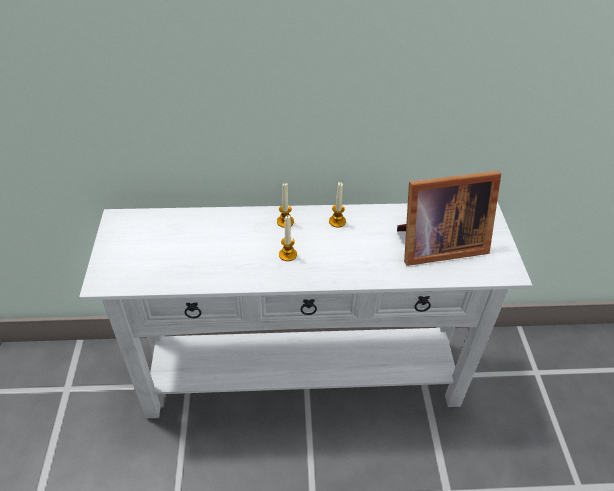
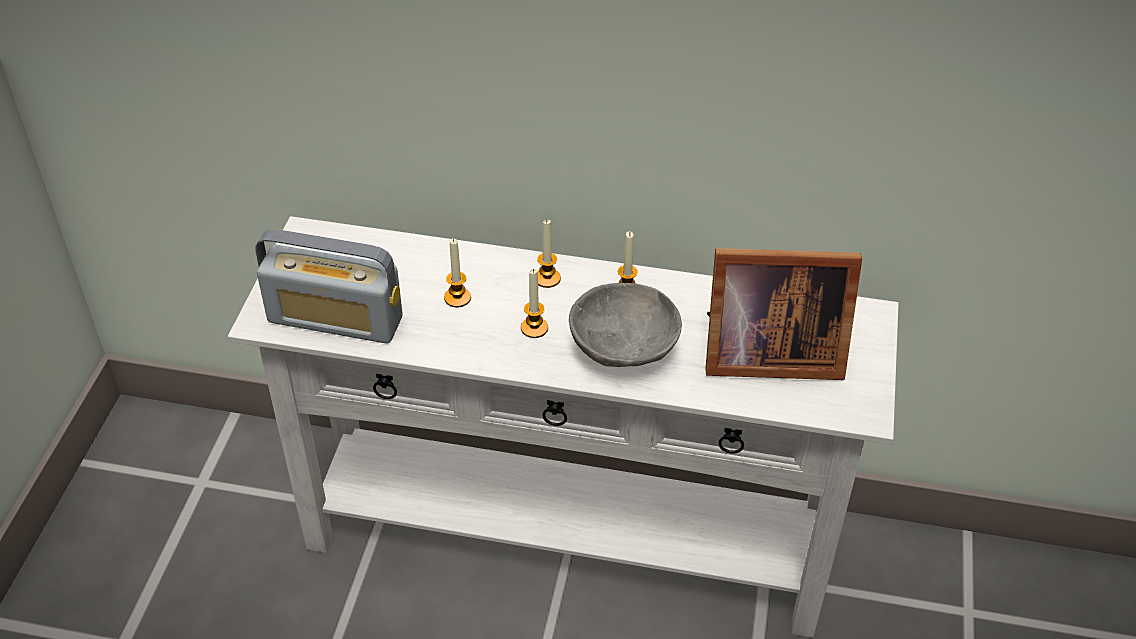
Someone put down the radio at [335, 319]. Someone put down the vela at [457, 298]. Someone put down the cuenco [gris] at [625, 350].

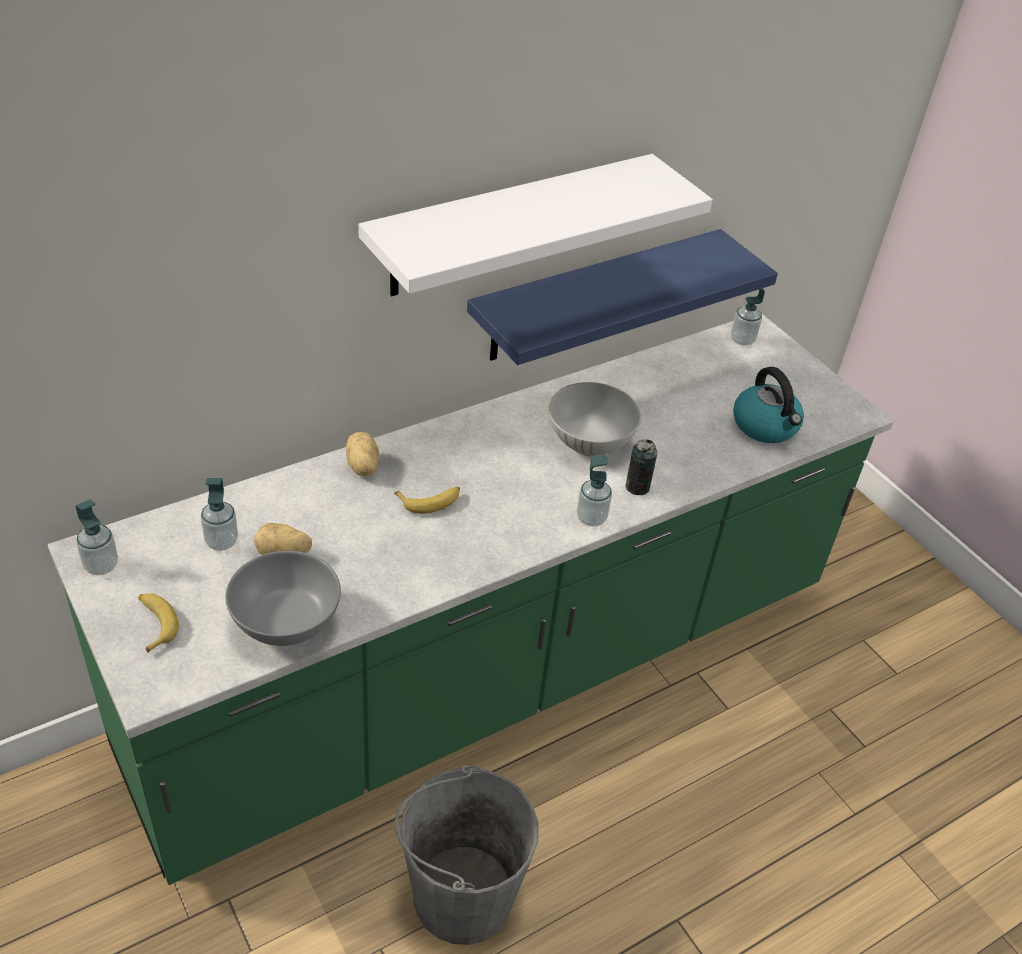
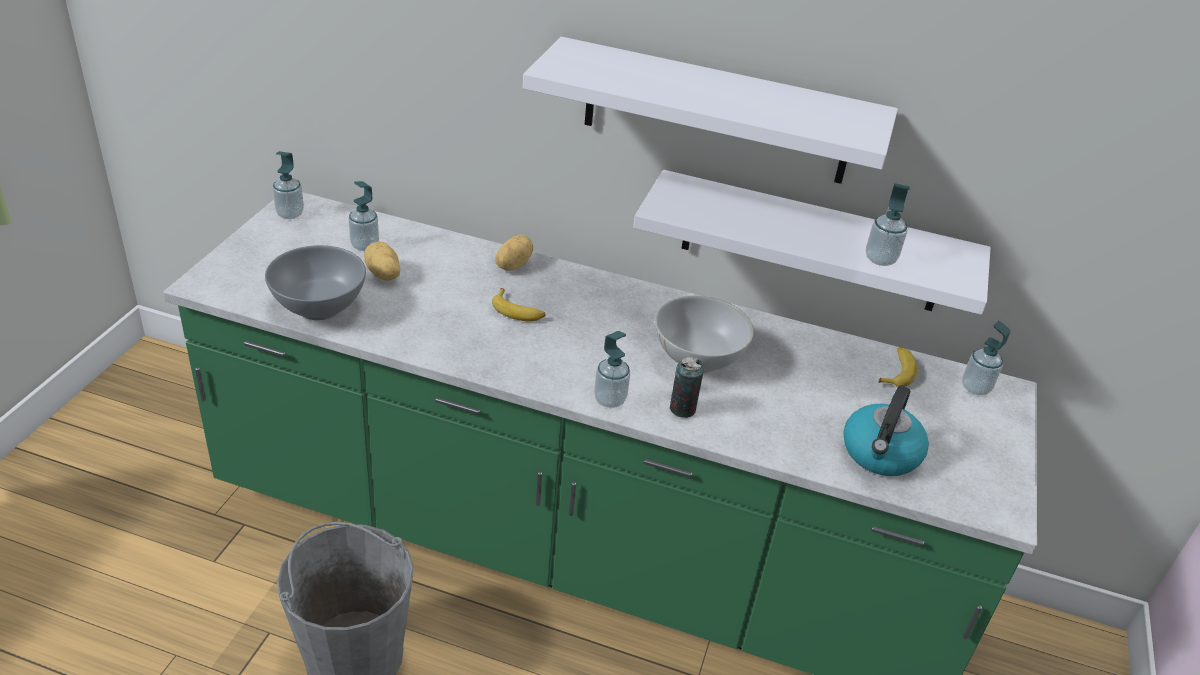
Someone carried the plátano from [154, 624] to [896, 371]. Someone repainted the estante [azul] at [596, 295], which became the estante [blanco] at [812, 242]. Someone put down the dispensador de jabón at [880, 259].

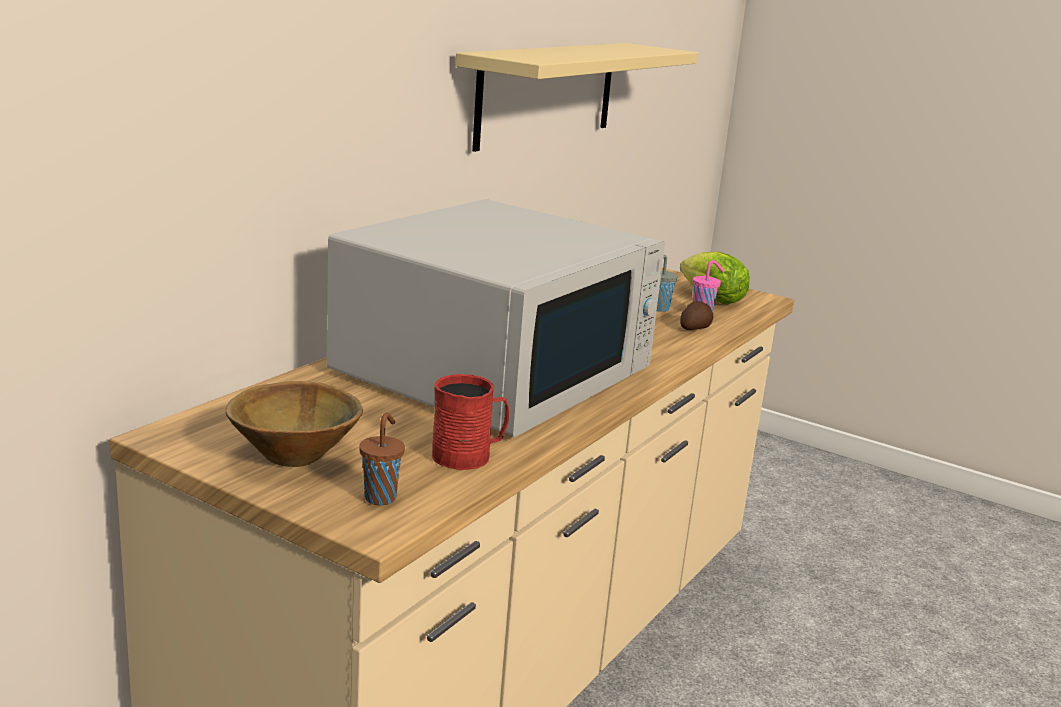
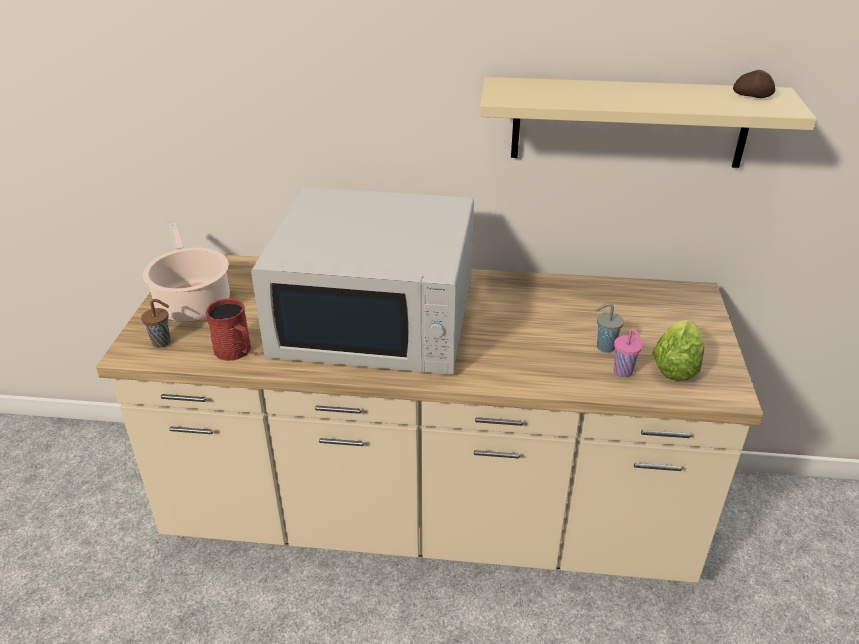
Someone swapped the cuenco [marrón] at [293, 456] for the olla at [193, 302]. Someone carried the patata from [694, 328] to [752, 96].

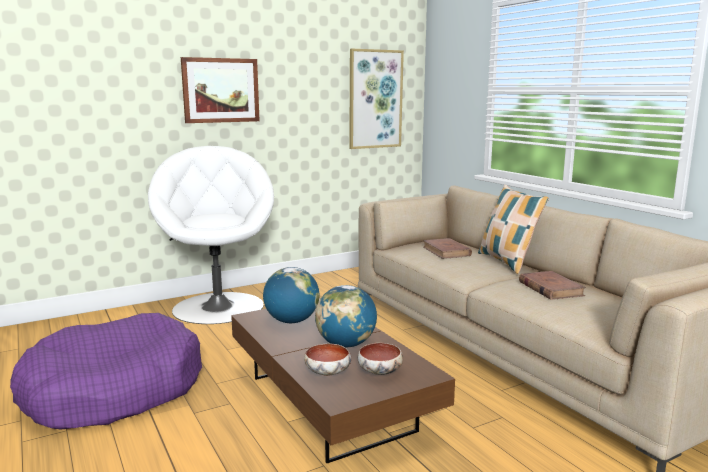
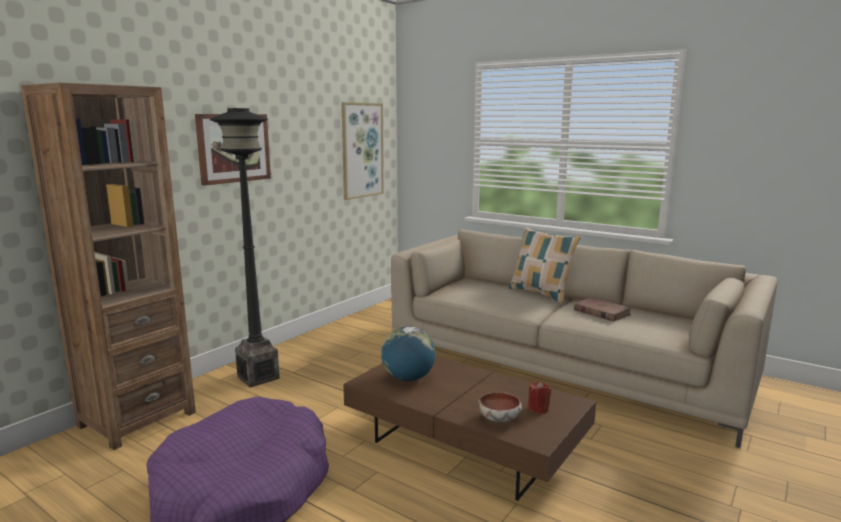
Someone swapped the sillón [blanco] at [219, 306] for the lámpara de pie [negro] at [258, 377]. Someone took away the globo terráqueo at [346, 344]. Someone swapped the cuenco at [380, 372] for the vela [rojo] at [538, 408]. Someone took away the libro [marrón] at [446, 251]. Someone put down the estantería [marrón] at [137, 419].

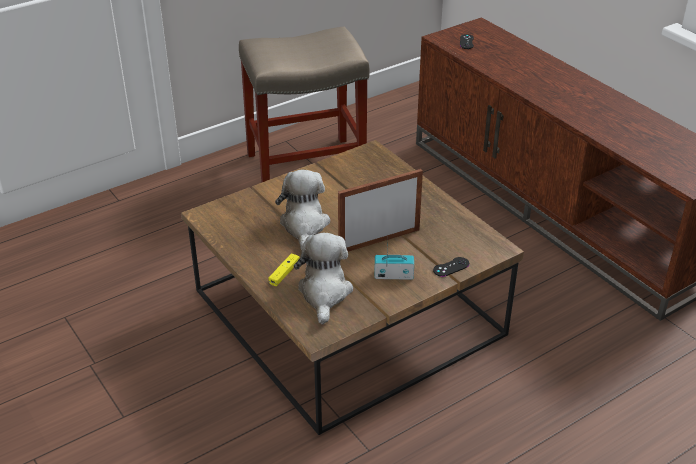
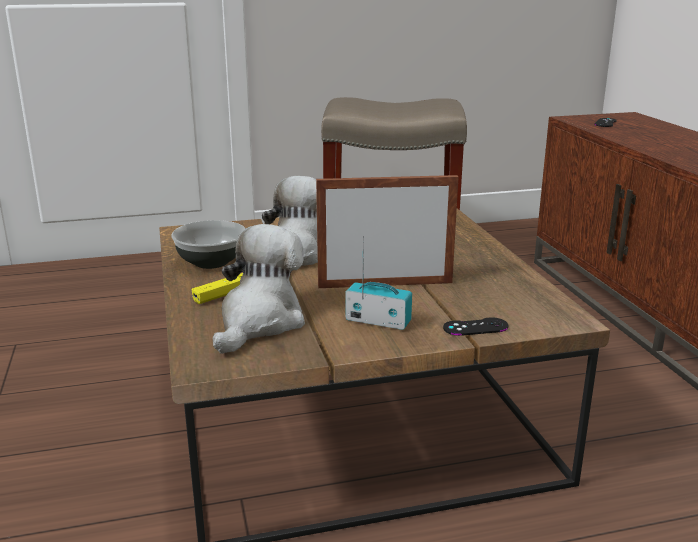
Someone put down the cuenco at [211, 262].

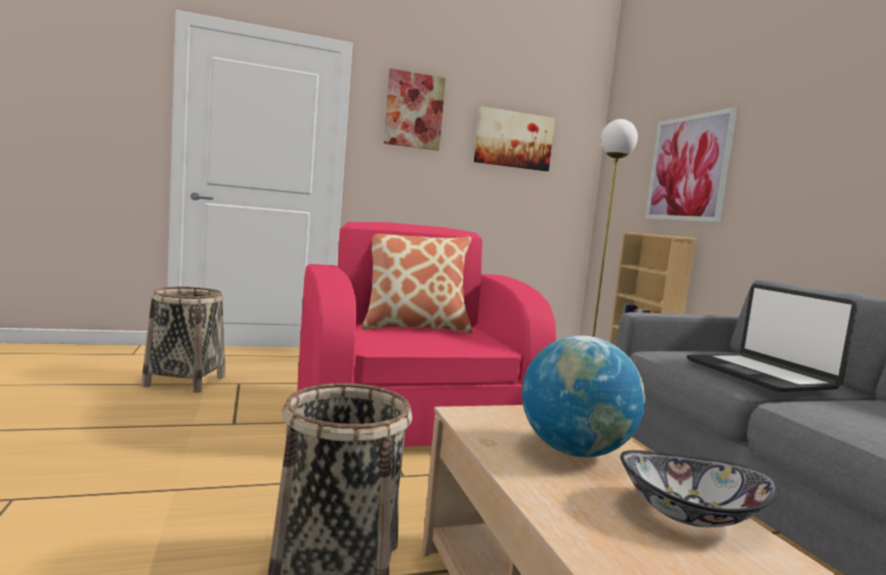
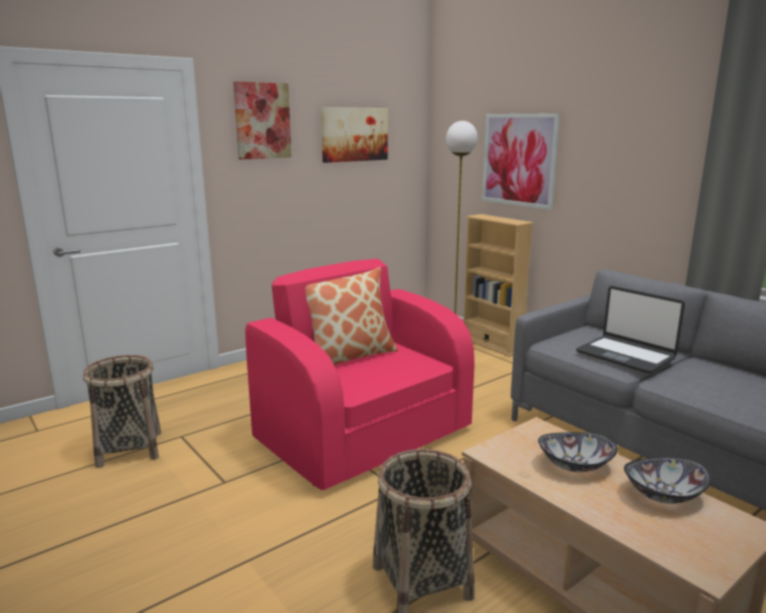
Someone swapped the globo terráqueo at [575, 451] for the cuenco at [574, 465].

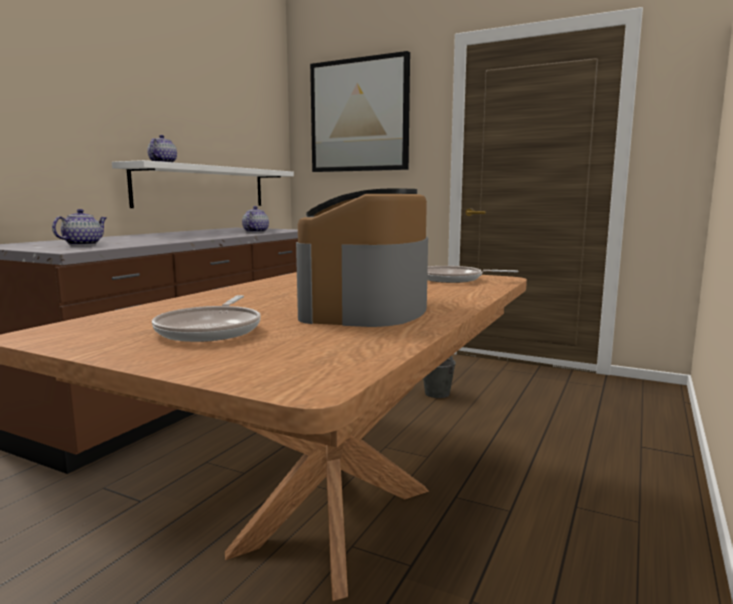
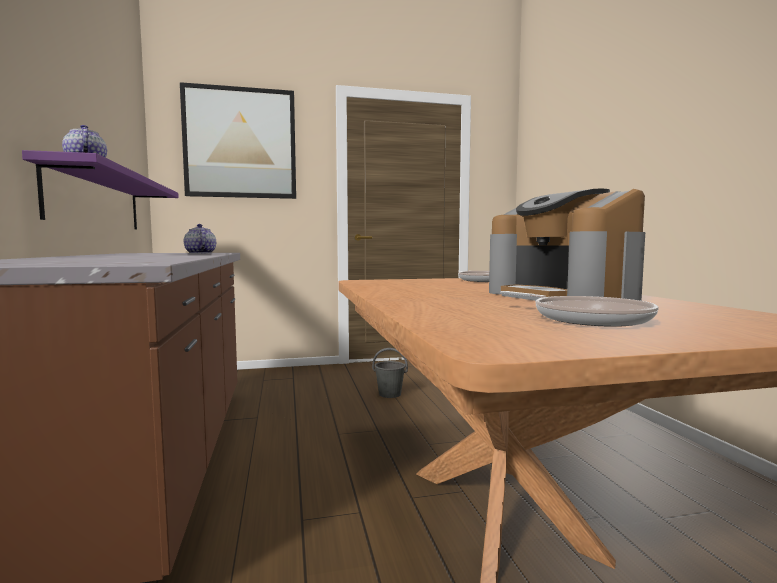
Someone took away the tetera at [83, 244]. Someone repainted the estante [blanco] at [203, 187], which became the estante [morado] at [97, 201].

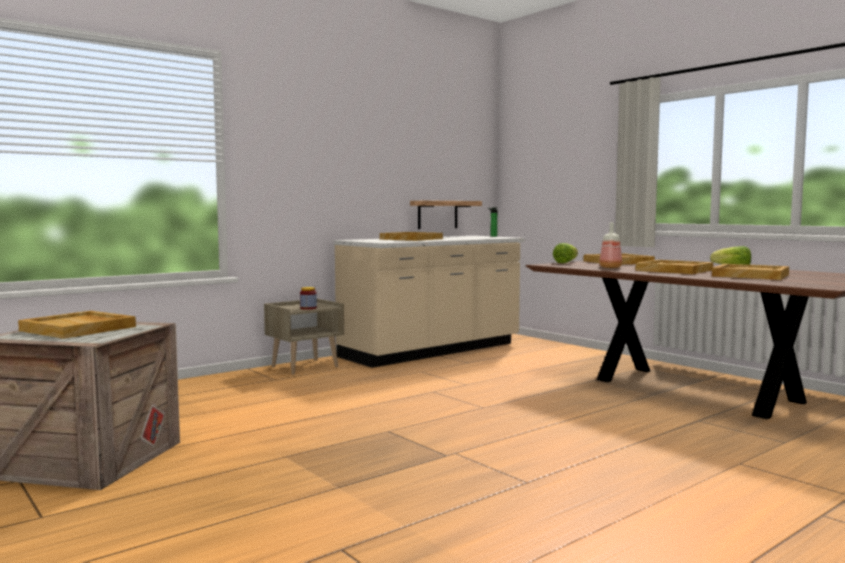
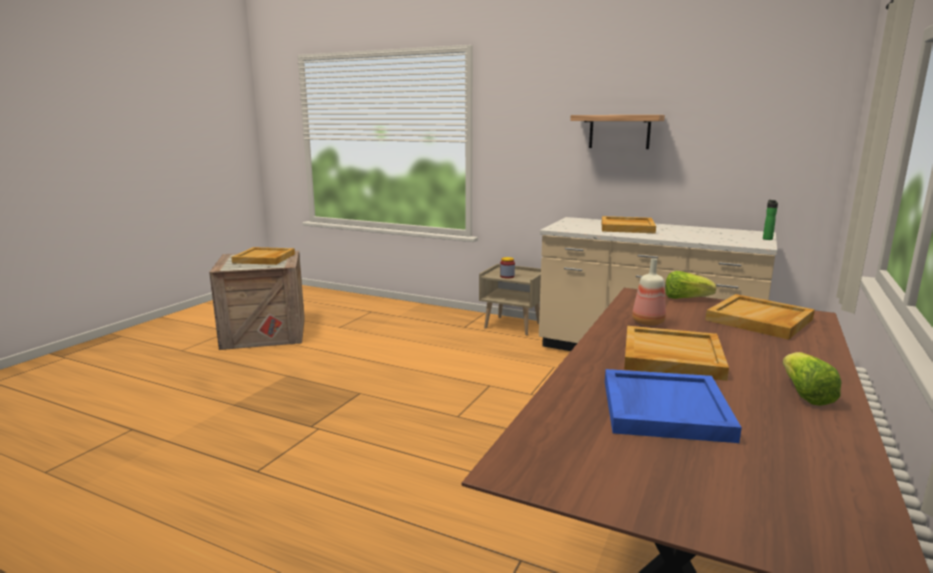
Someone carried the estante from [437, 214] to [619, 131]. Someone repainted the bandeja [beis] at [750, 275], which became the bandeja [azul] at [663, 409].

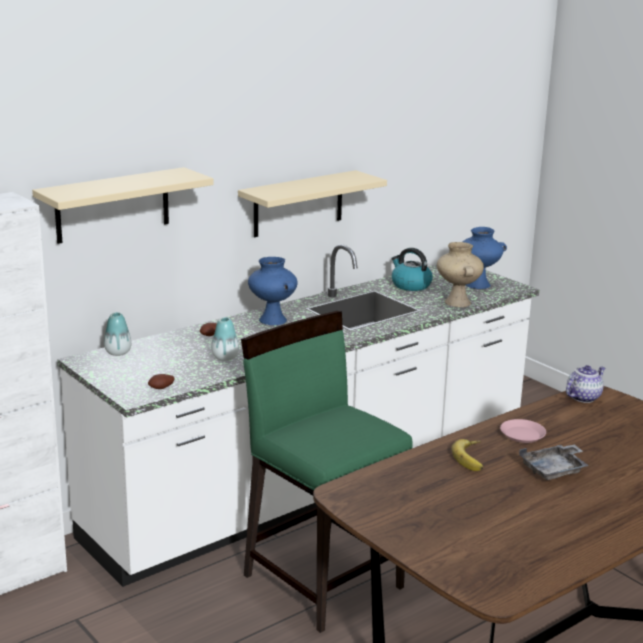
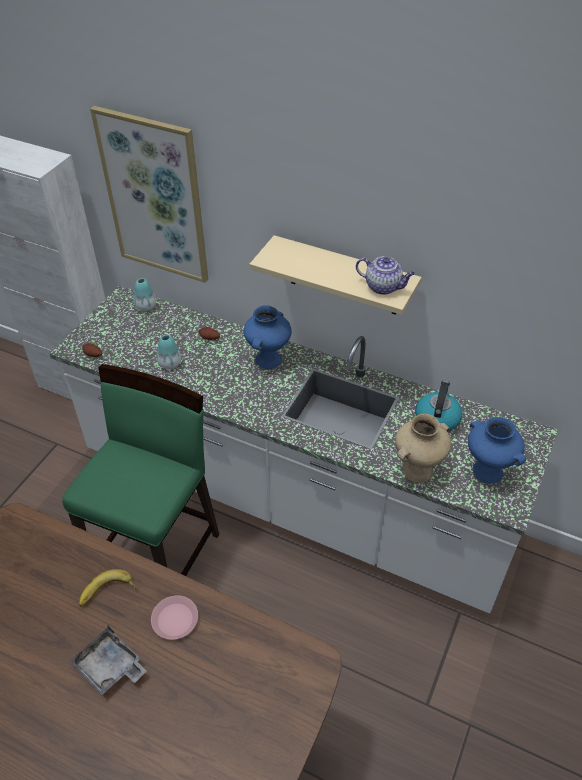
Someone swapped the estante [beis] at [112, 205] for the cuadro at [155, 197]. Someone carried the tetera from [583, 397] to [384, 287].

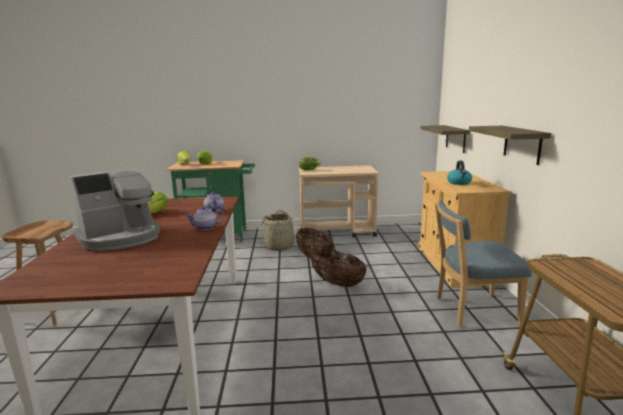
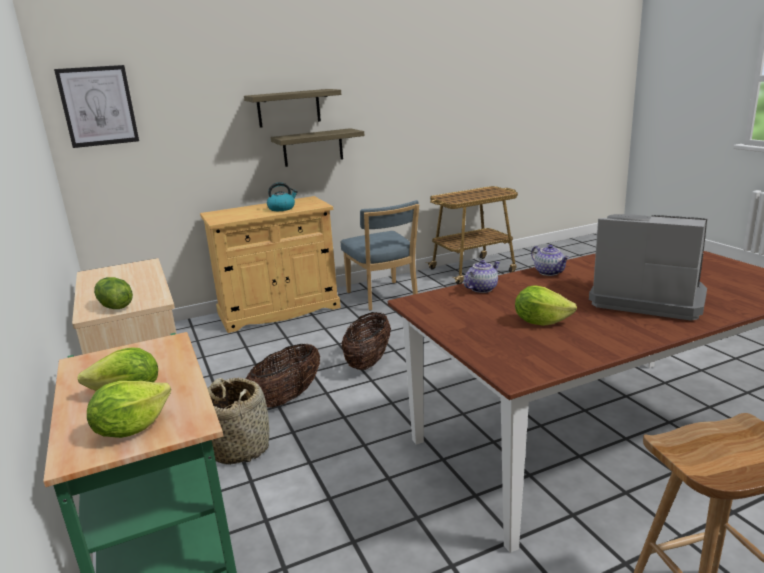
Someone carried the estante from [455, 138] to [288, 108]. Someone put up the cuadro at [98, 106].

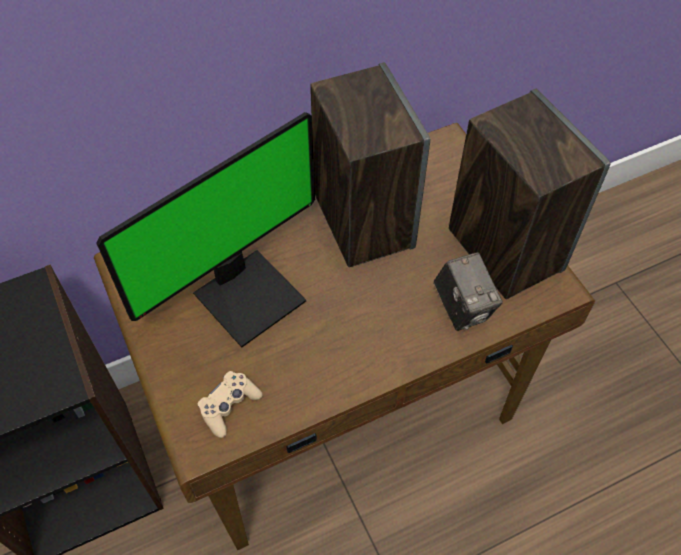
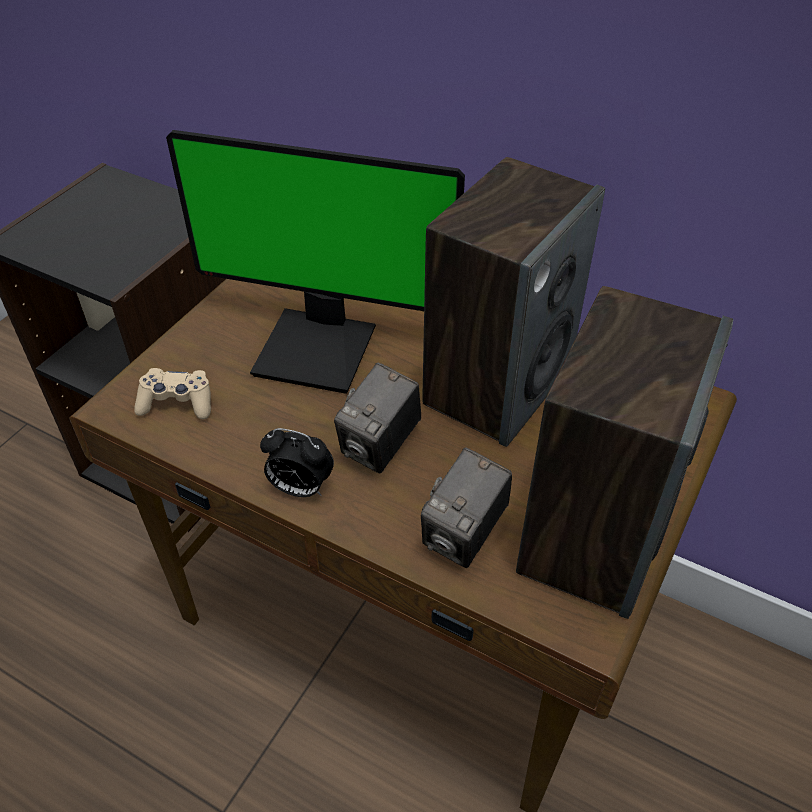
Someone put down the despertador at [299, 488]. Someone put down the cámara at [380, 446].

